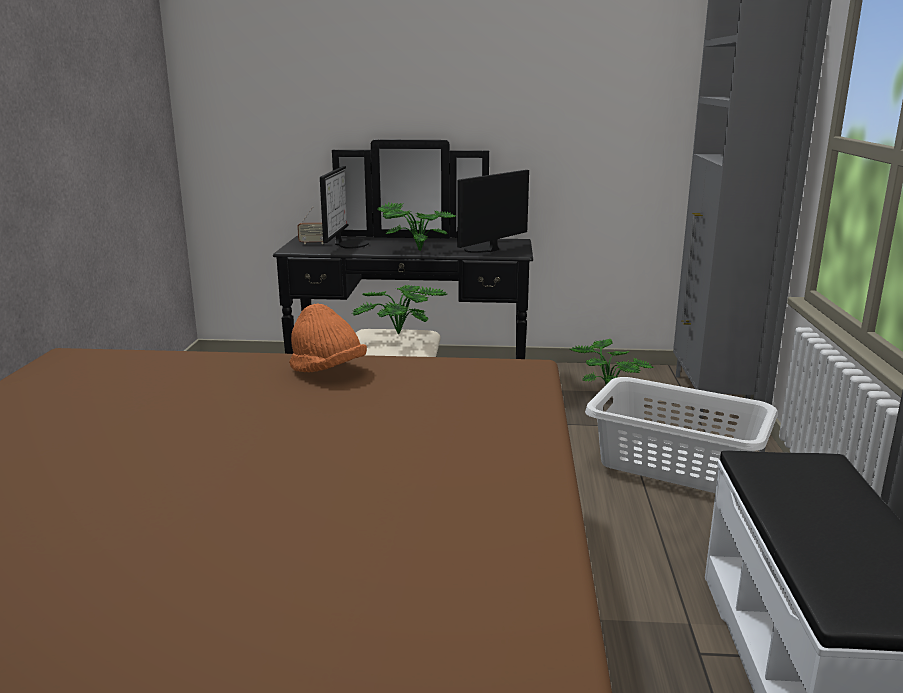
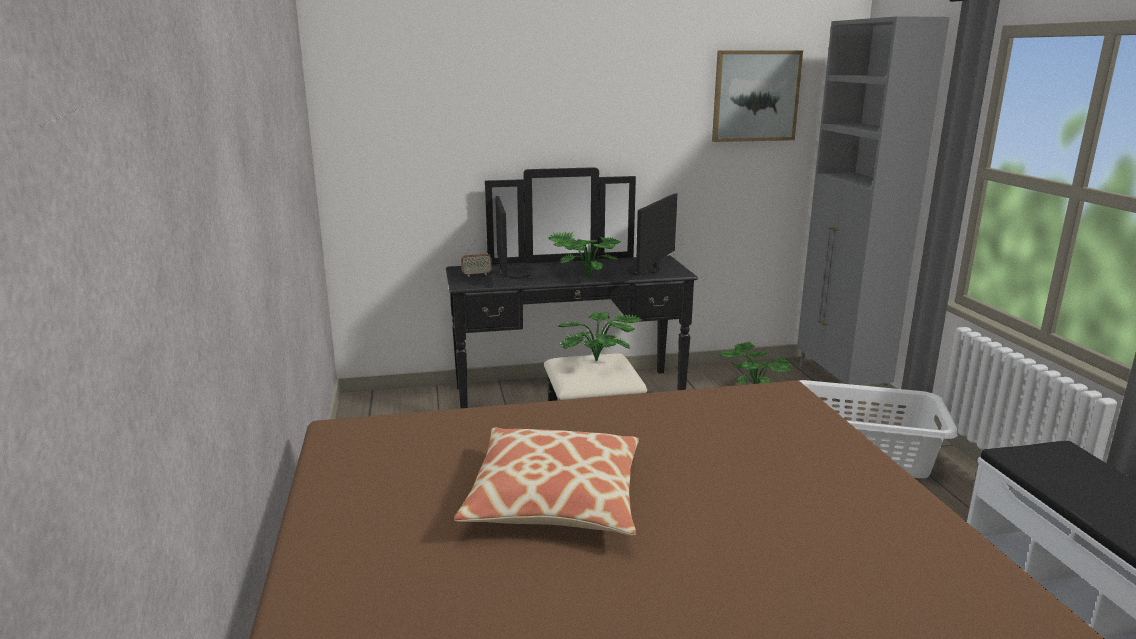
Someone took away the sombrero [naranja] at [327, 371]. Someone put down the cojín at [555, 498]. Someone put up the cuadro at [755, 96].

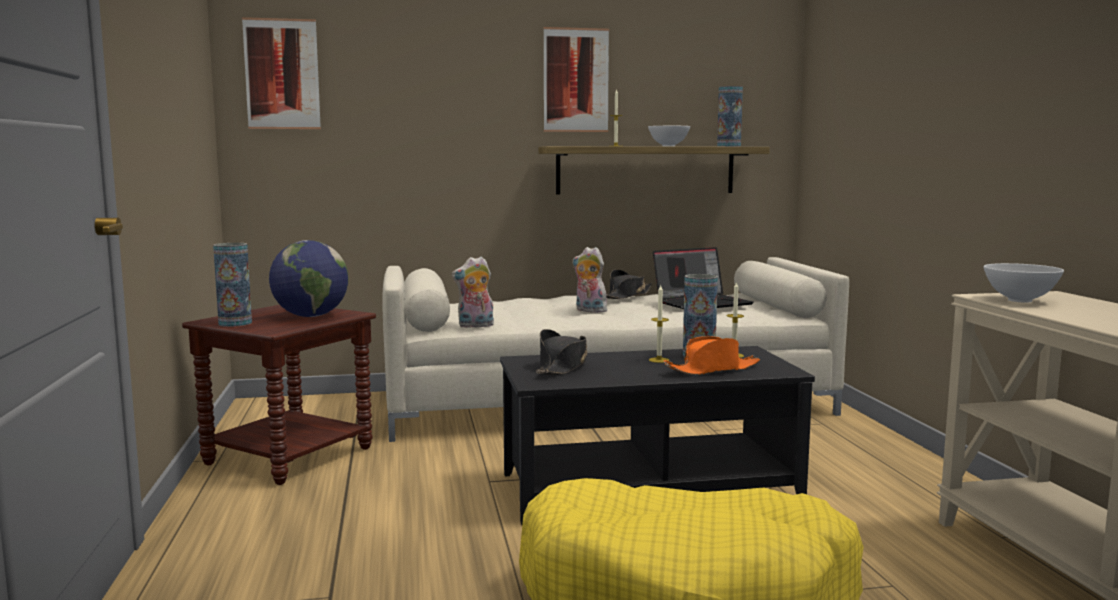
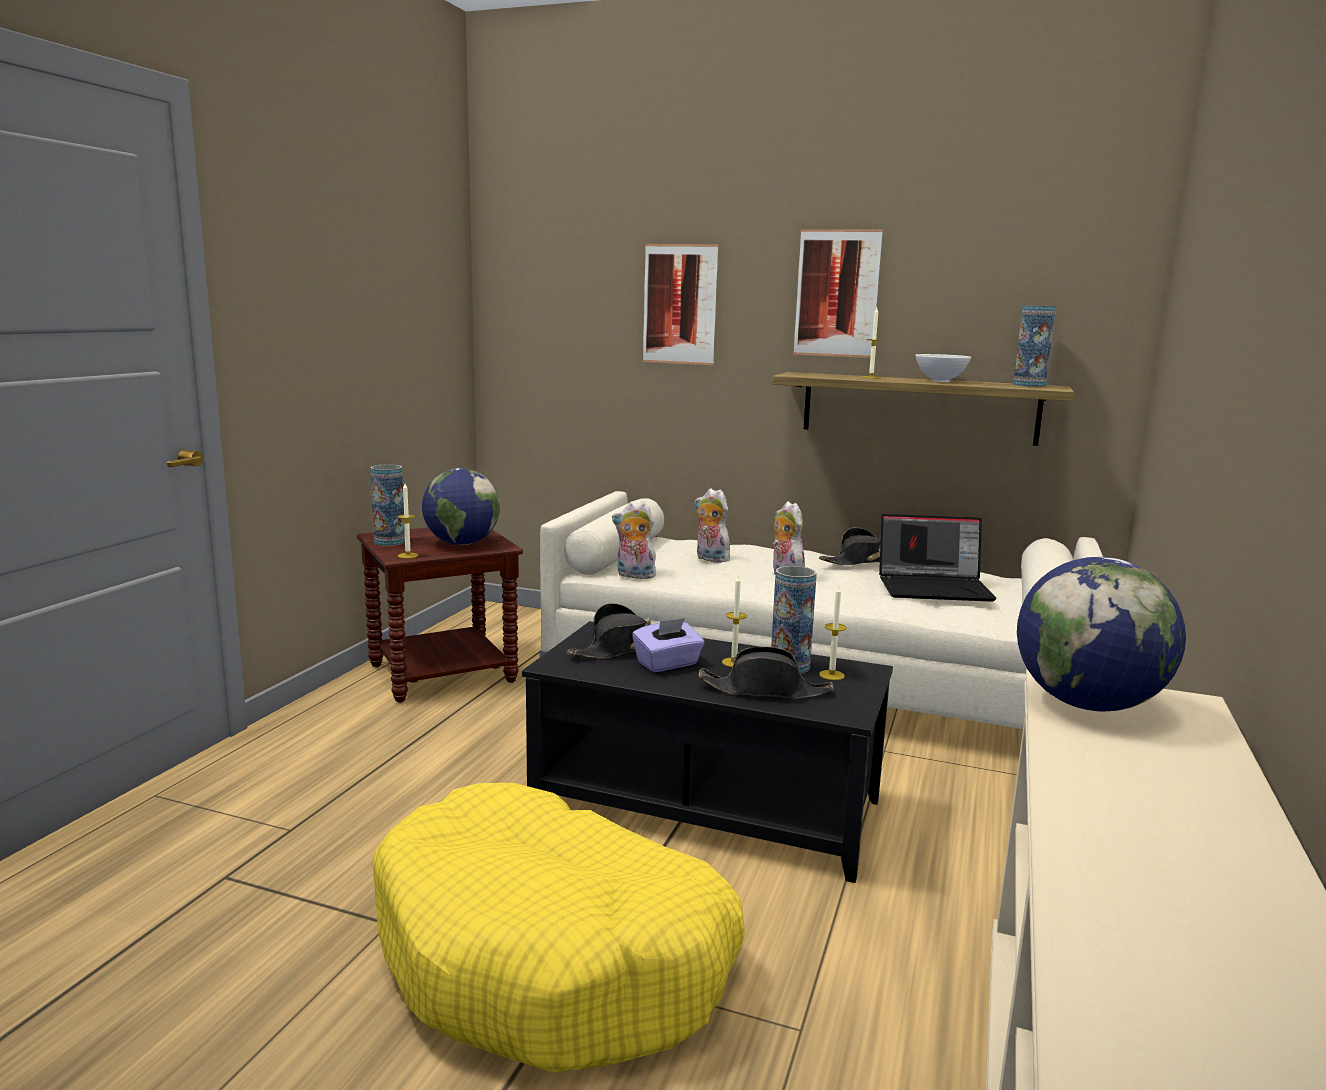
Someone carried the cuadro from [282, 74] to [680, 304]. Someone repainted the sombrero [naranja] at [712, 369], which became the sombrero [negro] at [765, 690]. Someone swapped the cuenco [blanco] at [1020, 300] for the globo terráqueo at [1087, 704]. Someone put down the vela at [408, 555]. Someone put down the caja de pañuelos [morado] at [668, 664]. Someone put down the peluche at [710, 559].

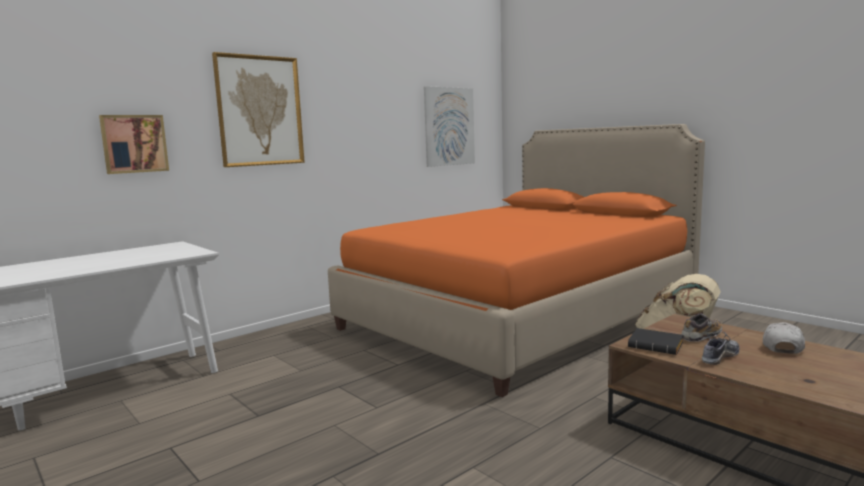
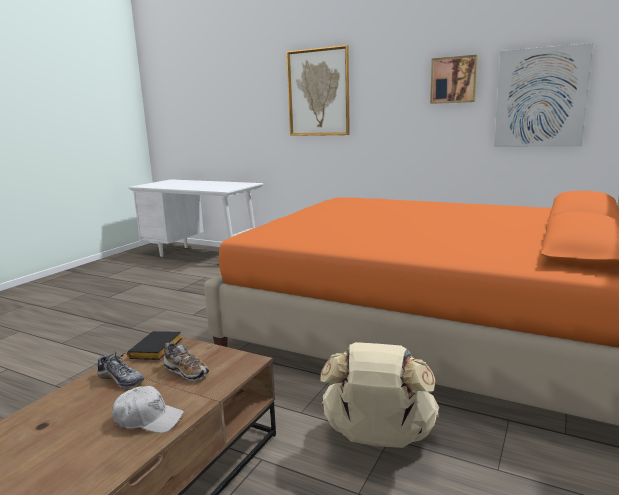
Someone carried the cuadro from [134, 144] to [453, 80].

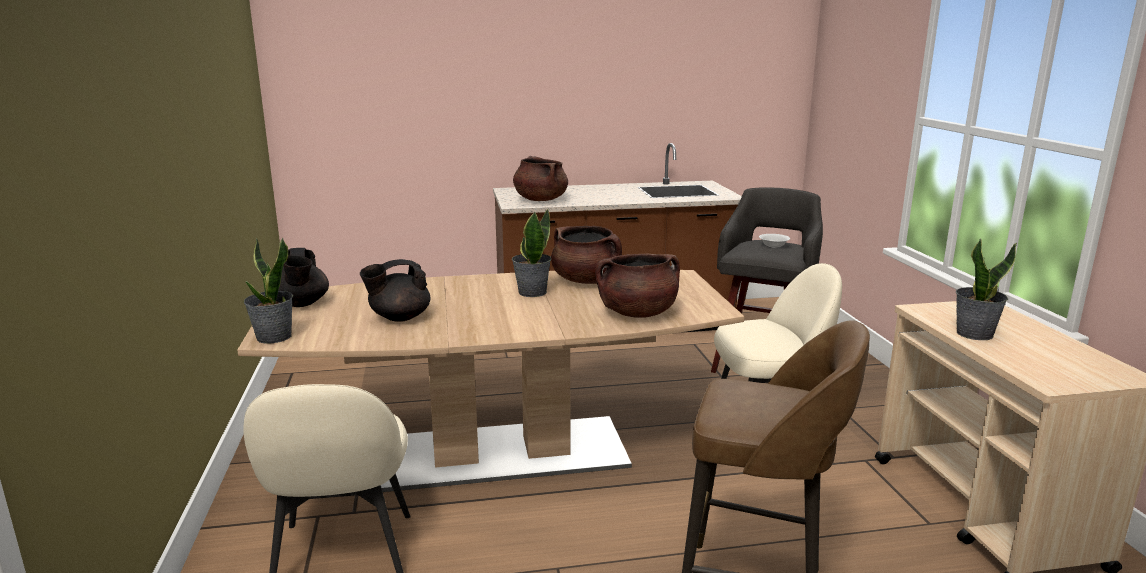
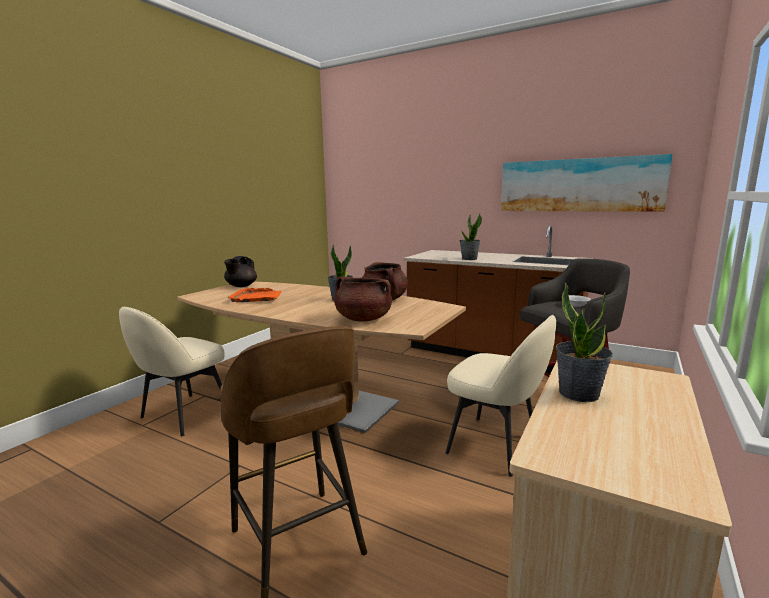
Someone carried the planta en maceta from [273, 337] to [469, 259]. Someone swapped the tetera [negro] at [399, 317] for the bandeja [naranja] at [257, 297]. Someone took away the olla [marrón] at [540, 200]. Someone put up the cuadro at [578, 185].

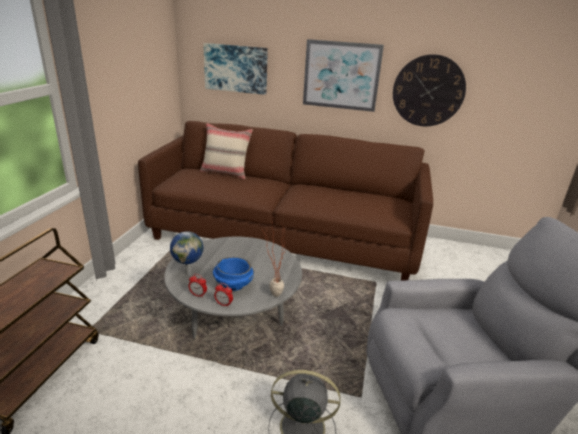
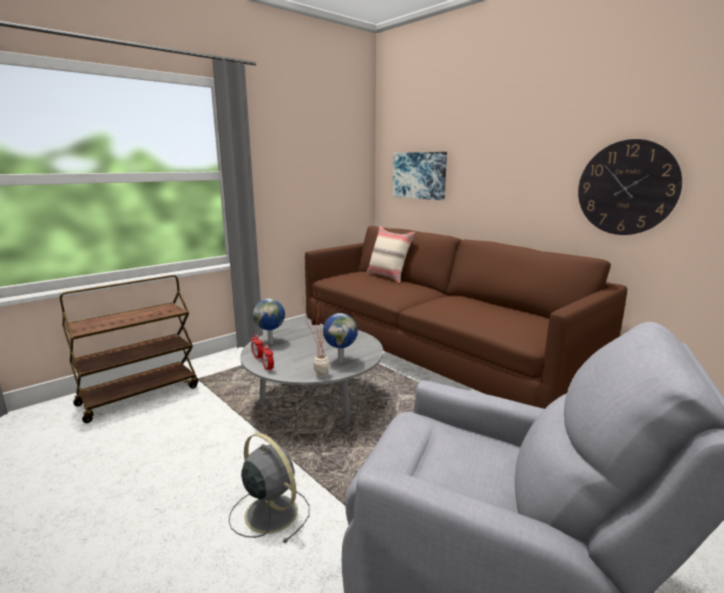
Someone took away the cuenco [azul] at [233, 284]. Someone took away the cuadro at [341, 75]. Someone put down the globo terráqueo at [340, 361].

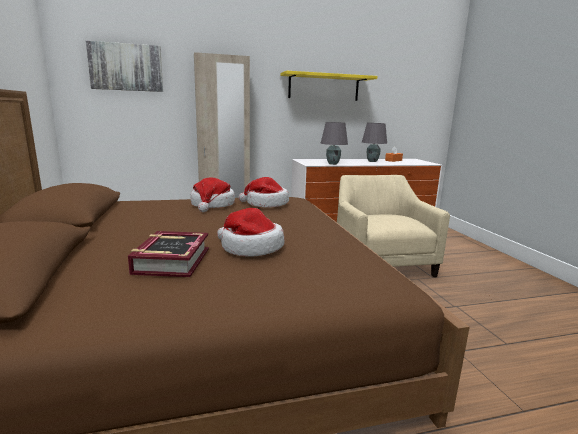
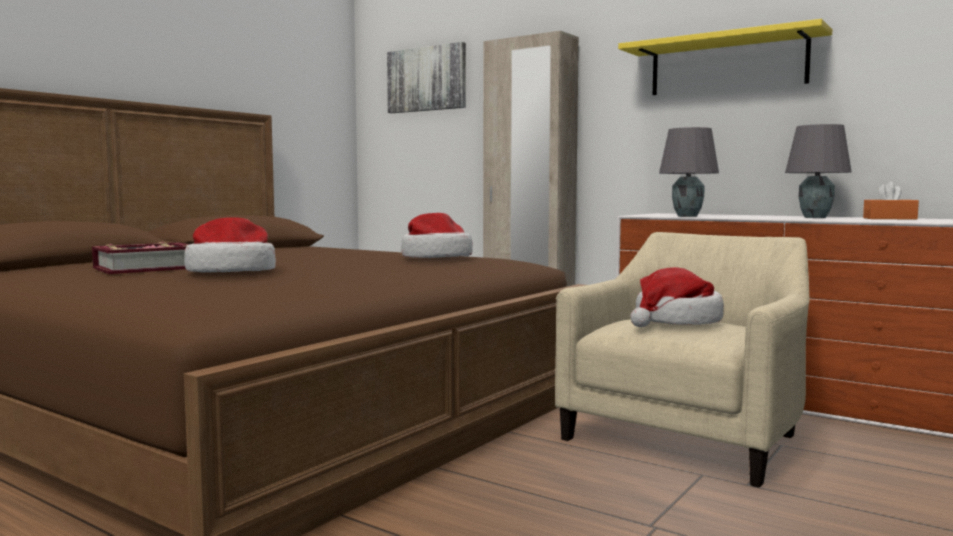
Someone carried the sombrero from [212, 205] to [676, 322].

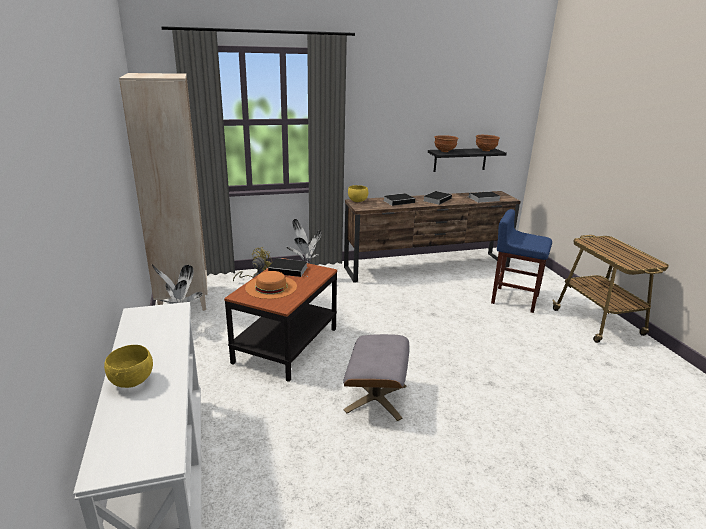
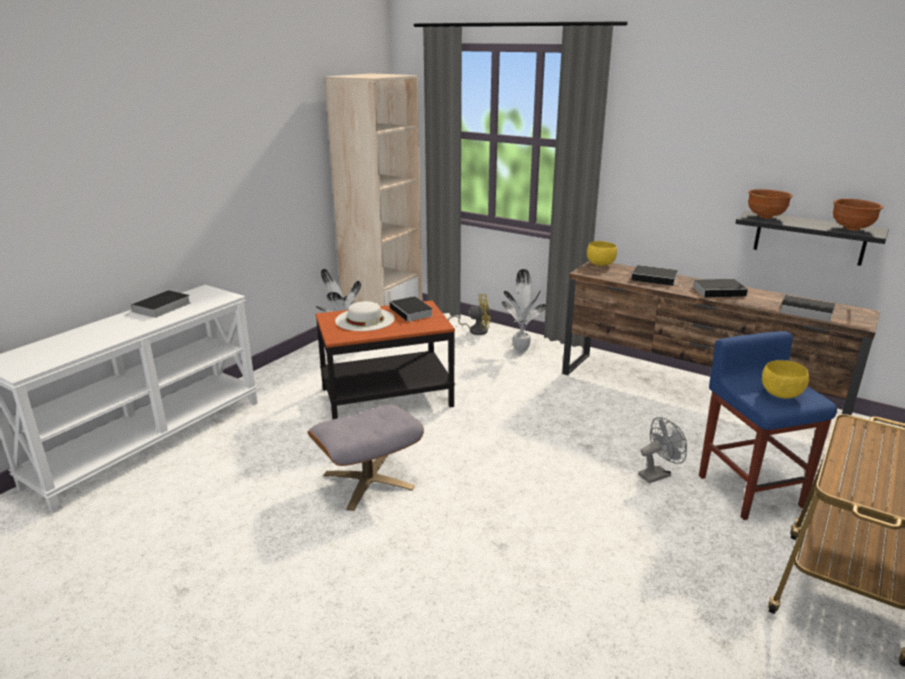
Someone carried the cuenco [amarillo] from [133, 381] to [782, 395]. Someone repainted the sombrero [naranja] at [271, 287], which became the sombrero [blanco] at [365, 319]. Someone put down the libro at [161, 308]. Someone put down the ventilador [gris] at [658, 474].

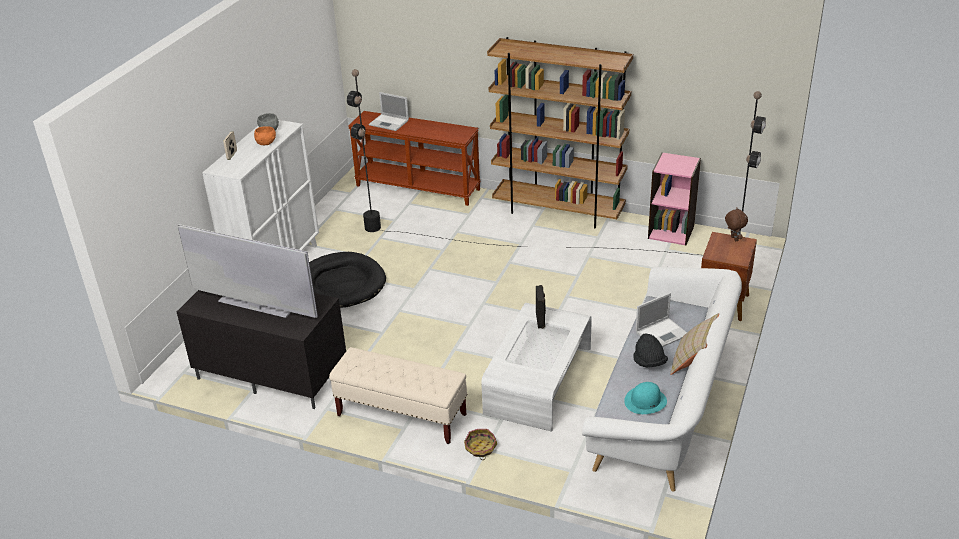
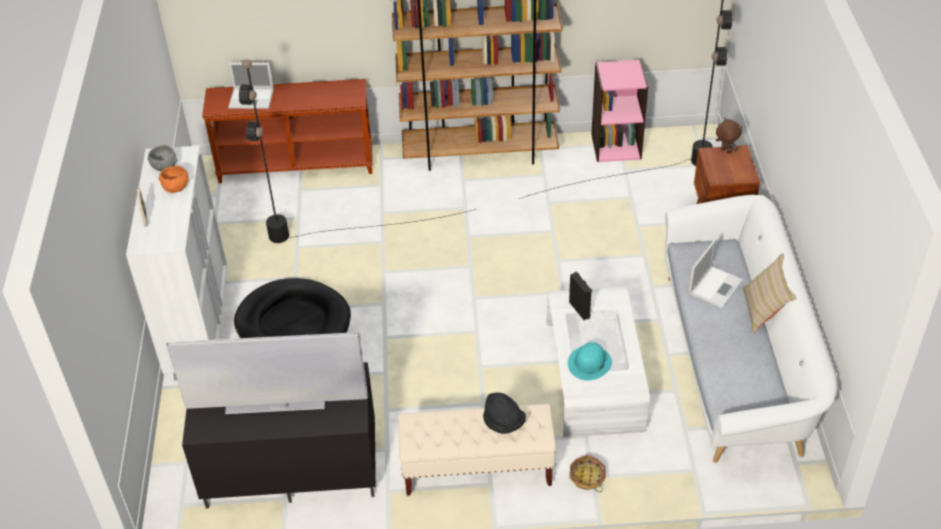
Someone carried the sombrero [turquesa] from [645, 401] to [589, 363]. Someone carried the sombrero [negro] from [649, 362] to [504, 423].

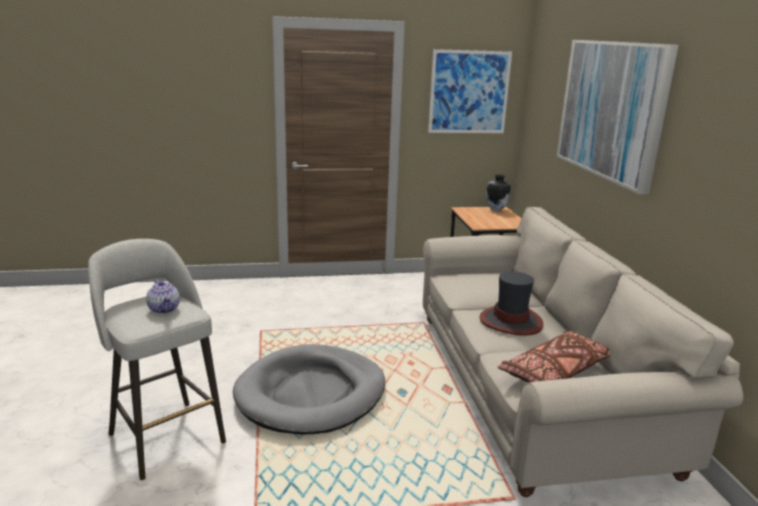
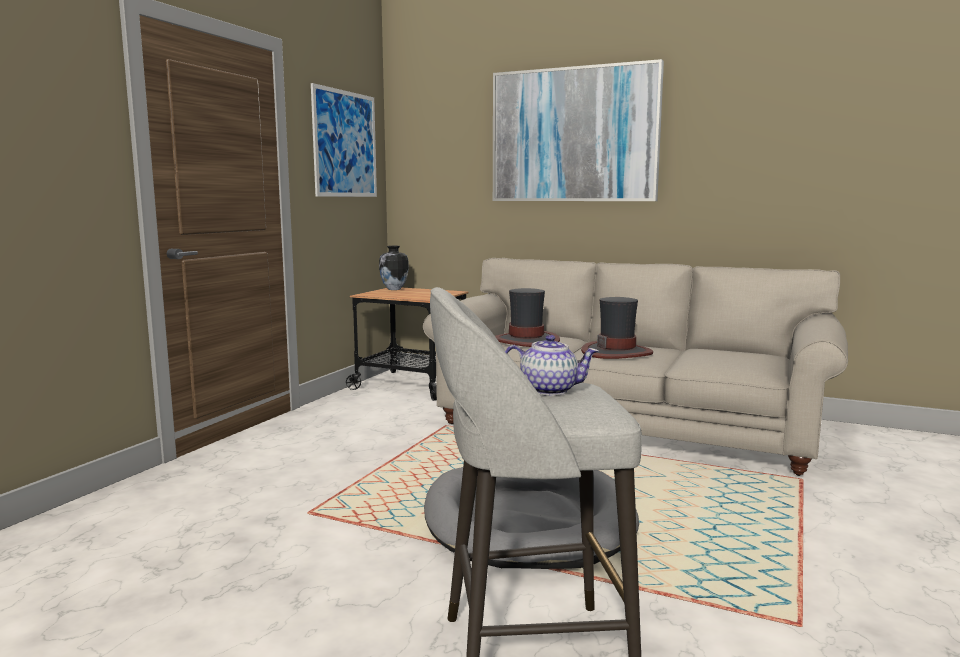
Someone took away the cojín [marrón] at [555, 372]. Someone put down the sombrero at [526, 341].

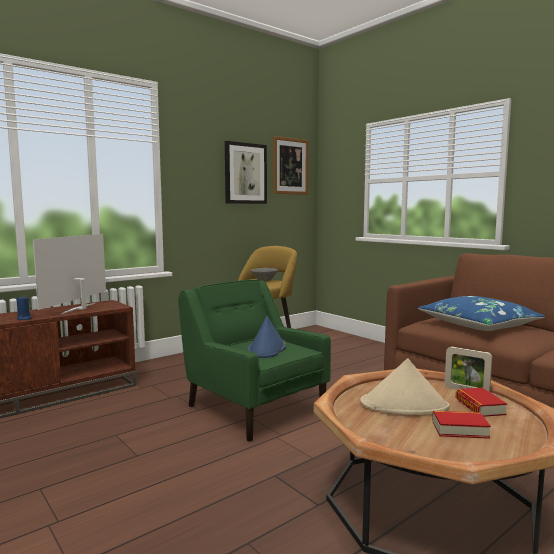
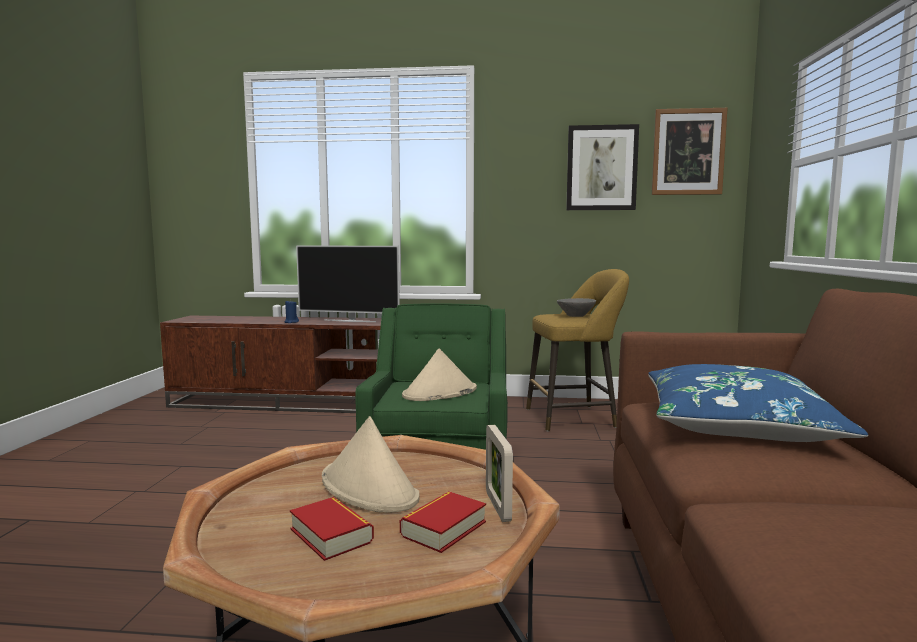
Someone rotated the televisor at [80, 308] by 135 degrees counterclockwise. Someone repainted the sombrero [azul] at [267, 349], which became the sombrero [beis] at [440, 393].

